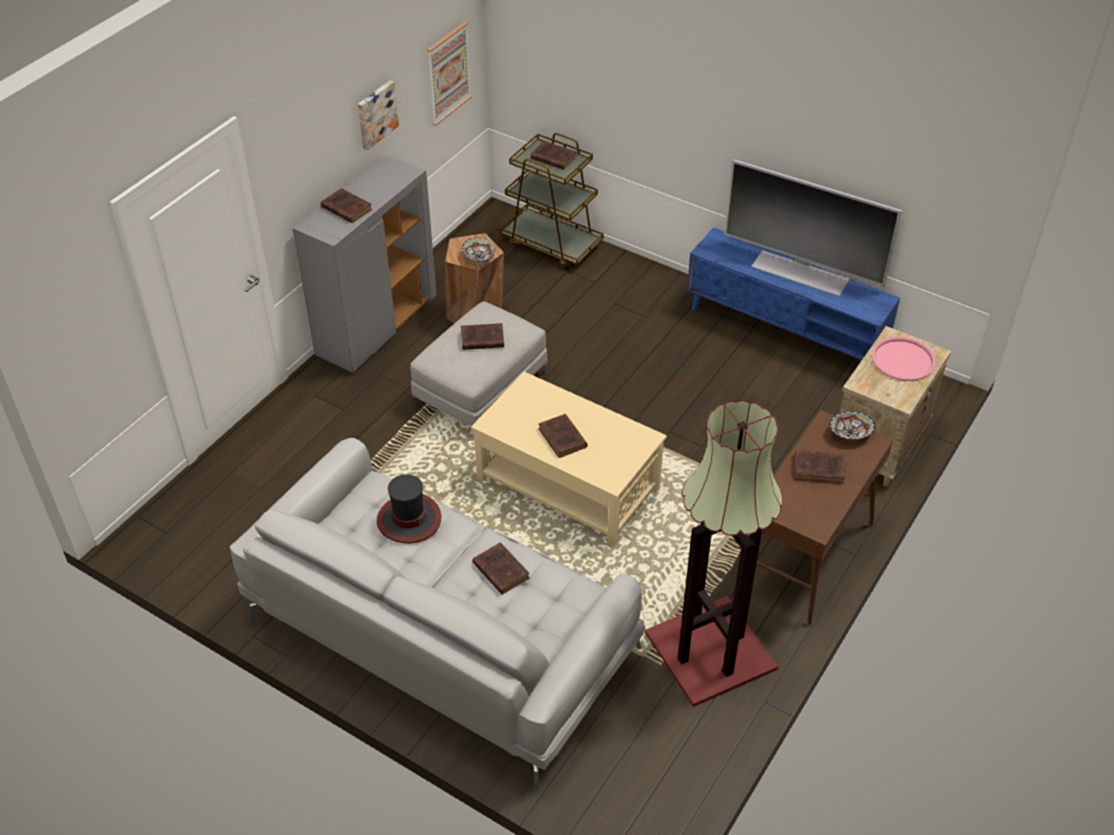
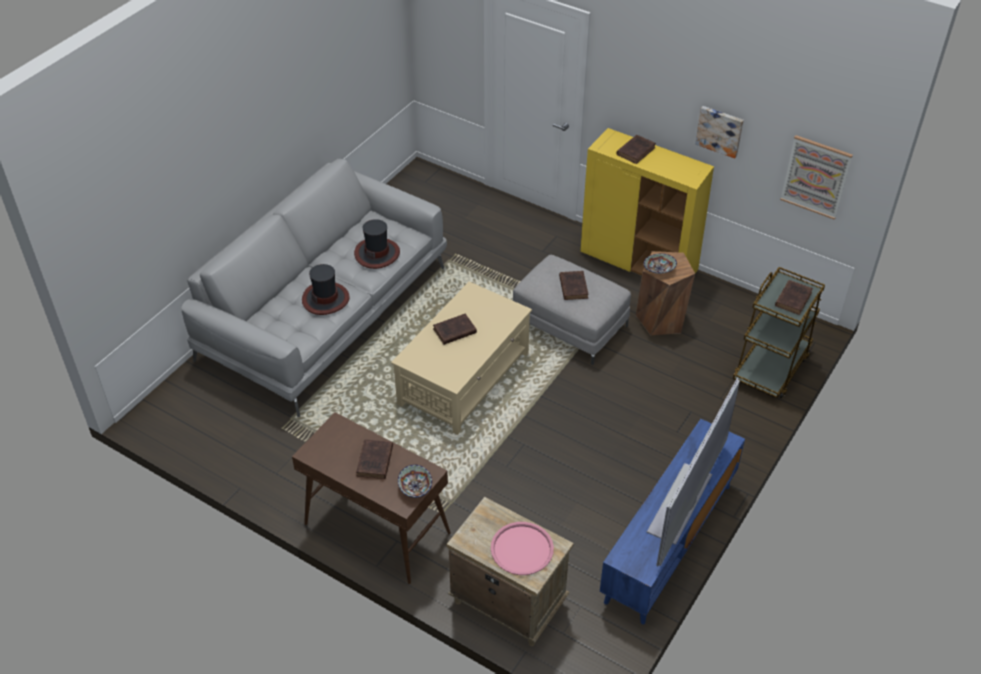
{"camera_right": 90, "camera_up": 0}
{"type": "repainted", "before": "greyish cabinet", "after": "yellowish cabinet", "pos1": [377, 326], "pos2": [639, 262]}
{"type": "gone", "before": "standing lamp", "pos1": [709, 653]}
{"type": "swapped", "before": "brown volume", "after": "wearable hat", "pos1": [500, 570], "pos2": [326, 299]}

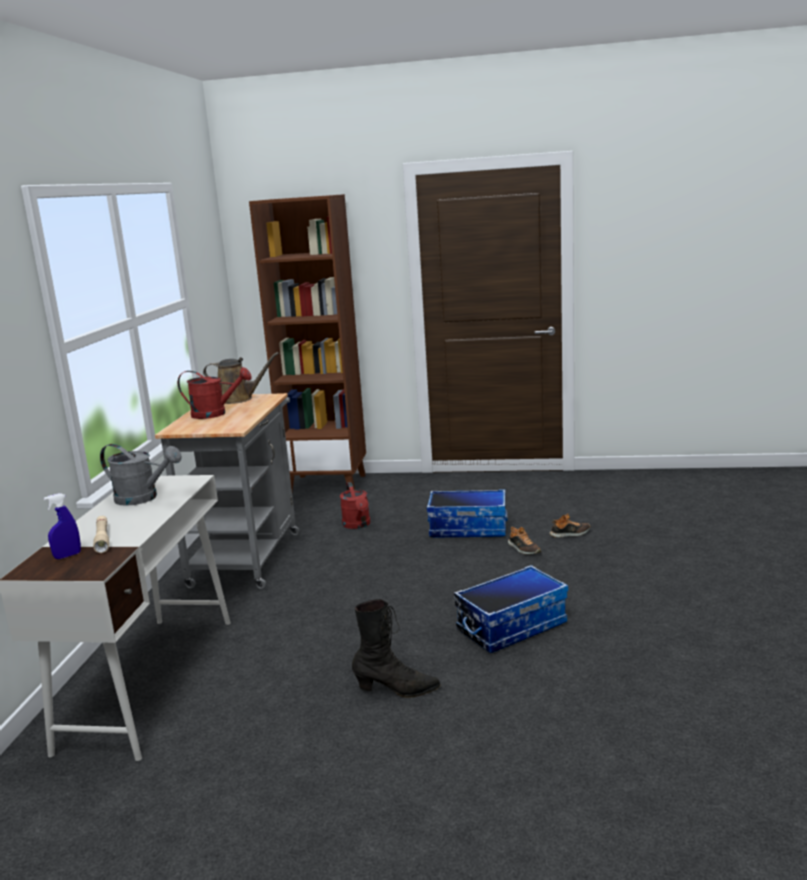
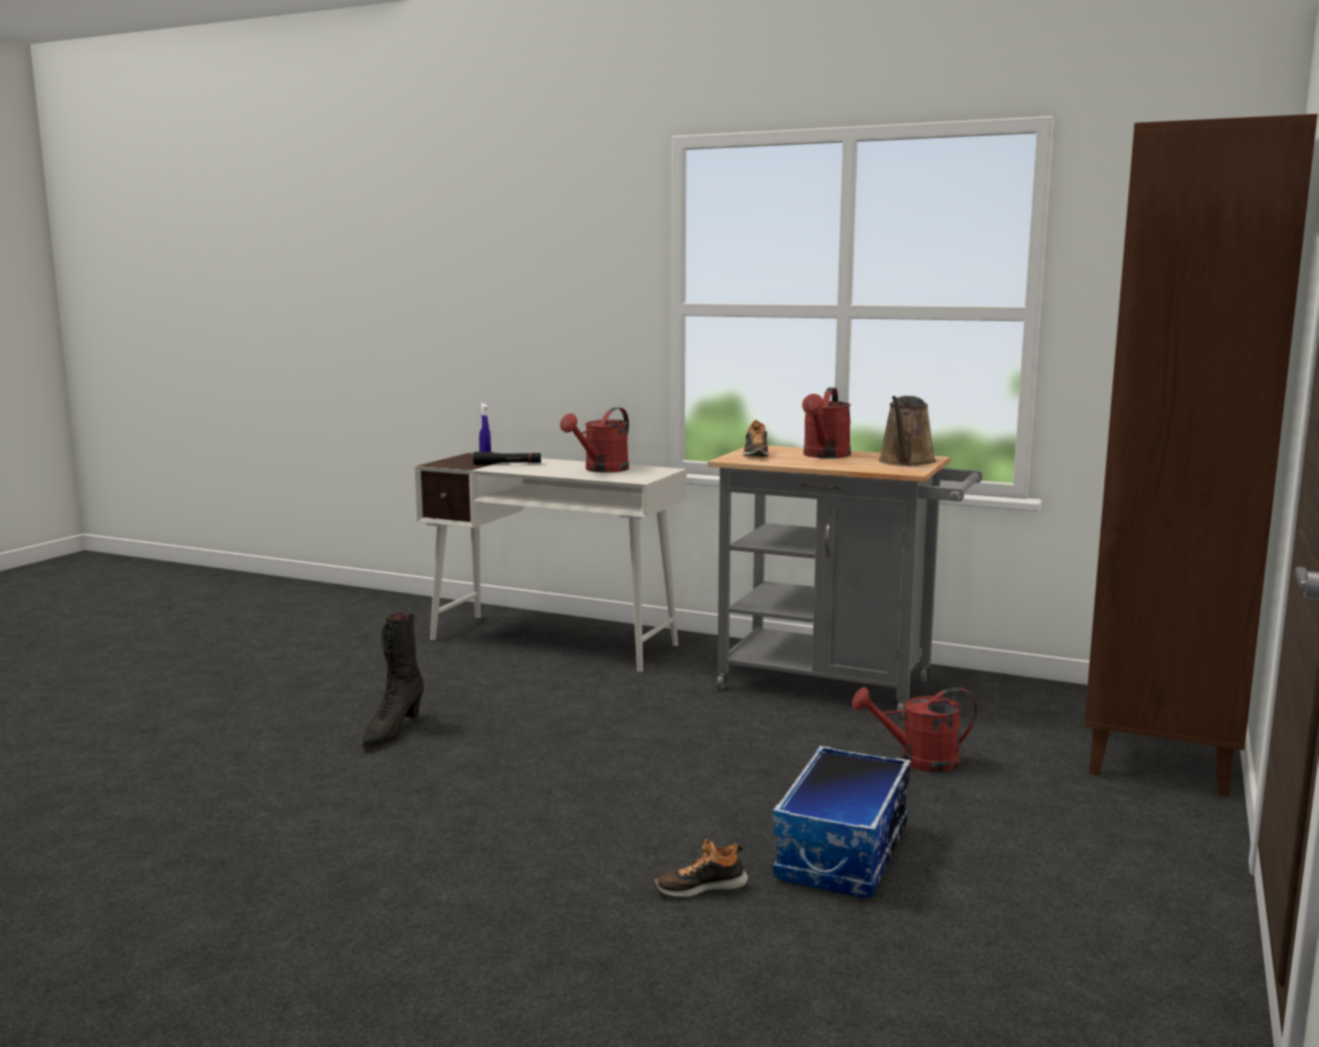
{"camera_right": 105, "camera_up": -5}
{"type": "repainted", "before": "greyish watering can", "after": "reddish watering can", "pos1": [143, 498], "pos2": [601, 470]}
{"type": "shifted", "before": "shoe", "pos1": [570, 534], "pos2": [755, 454]}
{"type": "repainted", "before": "beige hand torch", "after": "black hand torch", "pos1": [102, 539], "pos2": [507, 464]}
{"type": "gone", "before": "storage container", "pos1": [511, 626]}

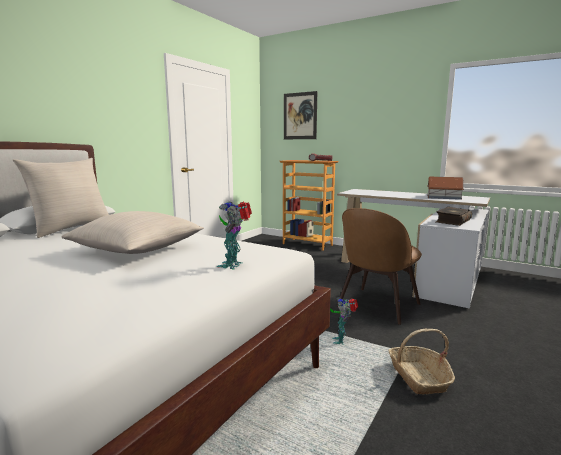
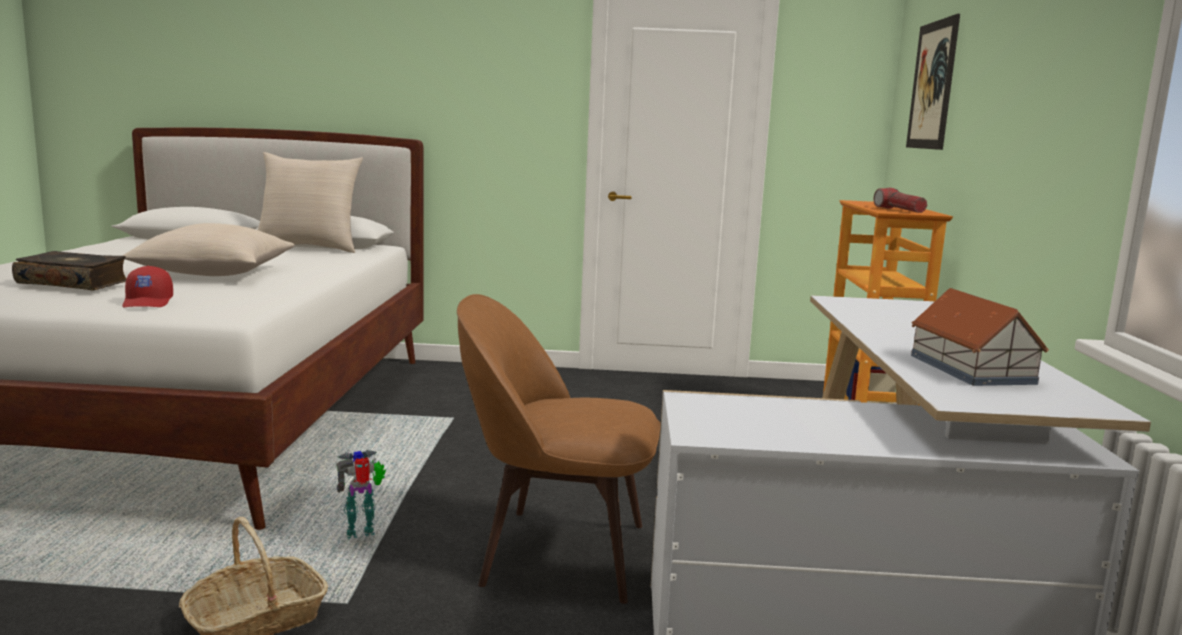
{"camera_right": 60, "camera_up": 0}
{"type": "swapped", "before": "model robot", "after": "reddish baseball cap", "pos1": [233, 265], "pos2": [149, 302]}
{"type": "shifted", "before": "volume", "pos1": [452, 221], "pos2": [74, 283]}

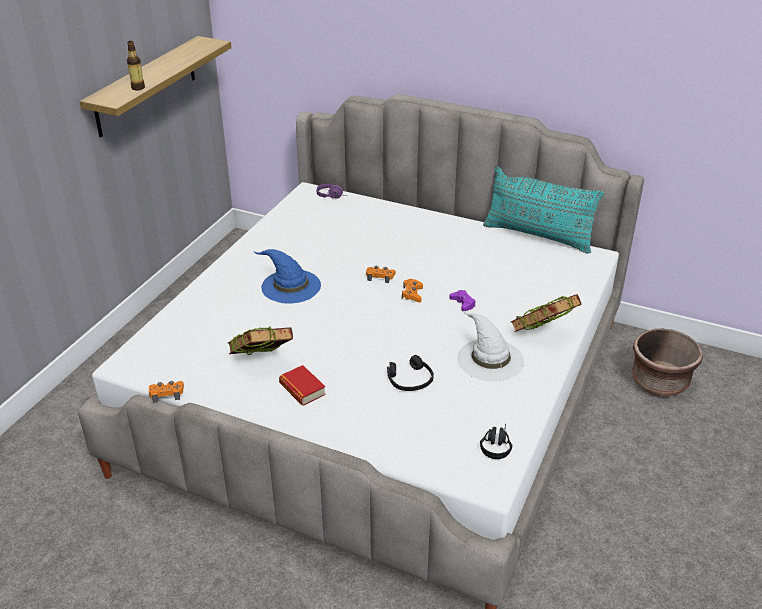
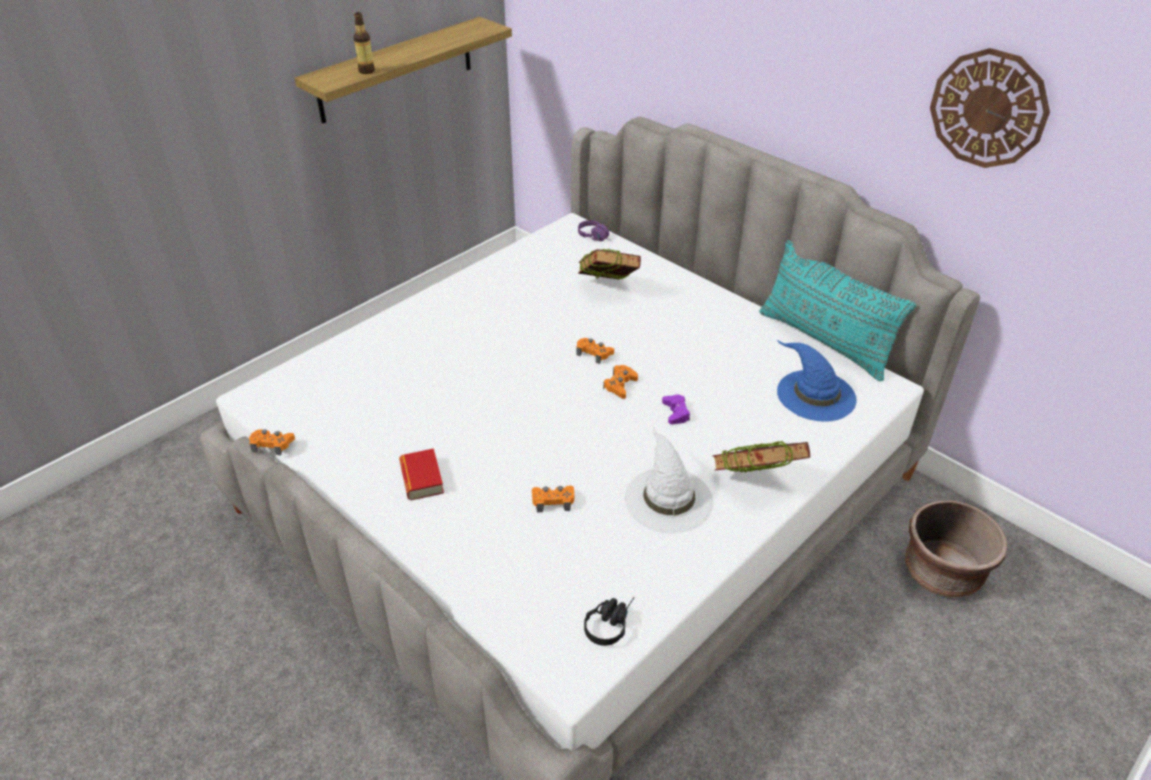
{"camera_right": 20, "camera_up": 5}
{"type": "shifted", "before": "bluish wearable hat", "pos1": [290, 286], "pos2": [814, 394]}
{"type": "shifted", "before": "volume", "pos1": [262, 364], "pos2": [607, 290]}
{"type": "swapped", "before": "black headphones", "after": "orange-coloured game controller", "pos1": [410, 380], "pos2": [553, 501]}
{"type": "new", "after": "clock on the wall", "pos2": [988, 109]}

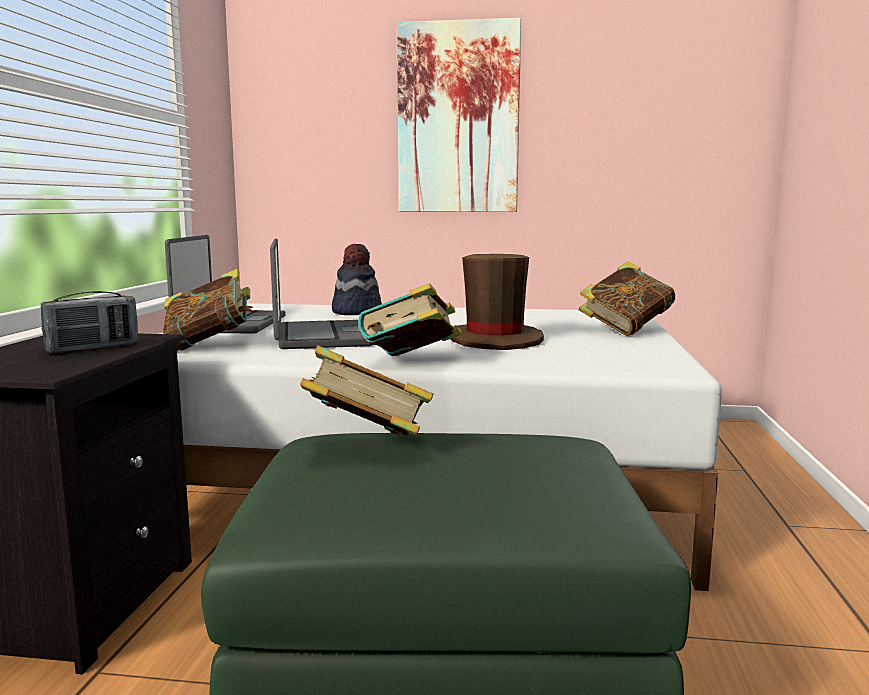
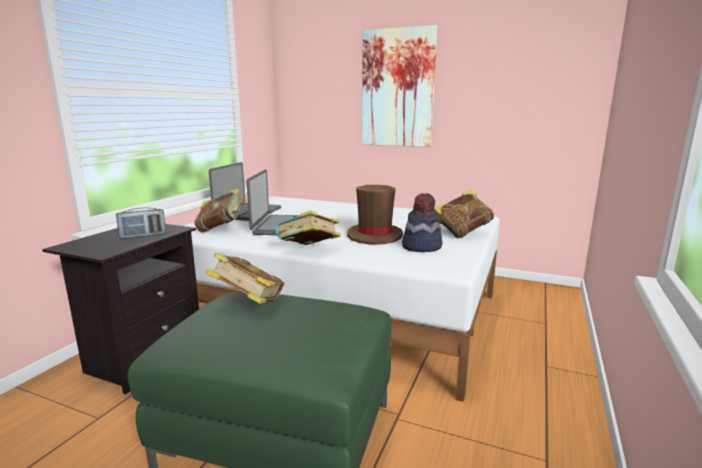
{"camera_right": 15, "camera_up": 5}
{"type": "shifted", "before": "wearable hat", "pos1": [356, 312], "pos2": [421, 246]}

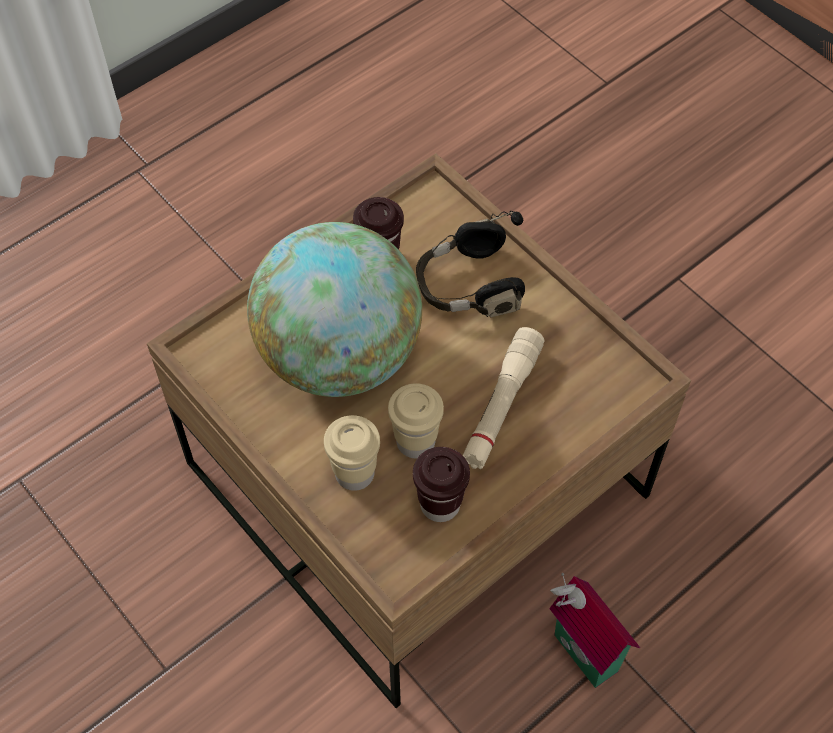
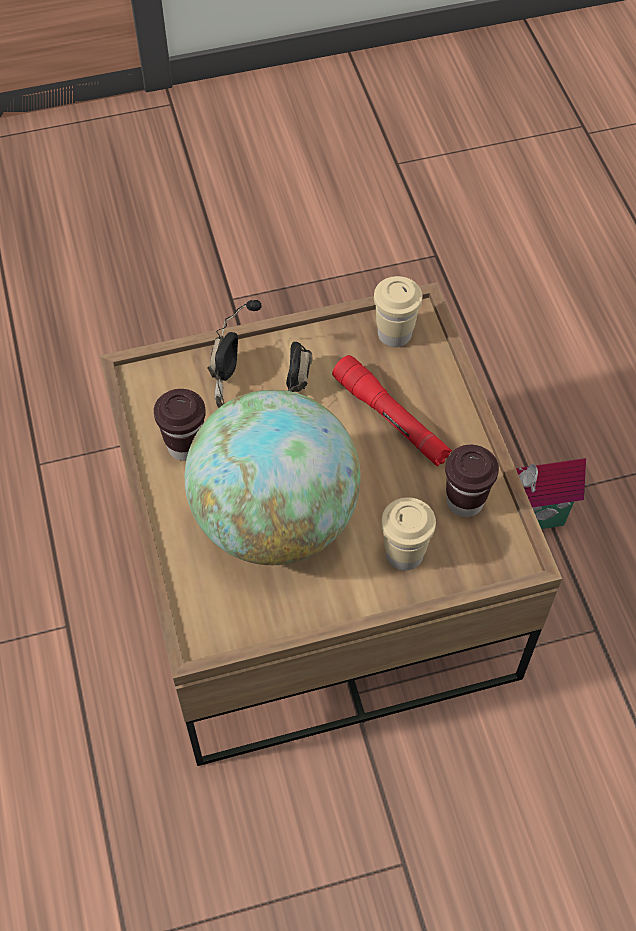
{"camera_right": -65, "camera_up": 0}
{"type": "repainted", "before": "beige hand torch", "after": "reddish hand torch", "pos1": [501, 405], "pos2": [391, 419]}
{"type": "shifted", "before": "beige cup", "pos1": [415, 442], "pos2": [394, 334]}

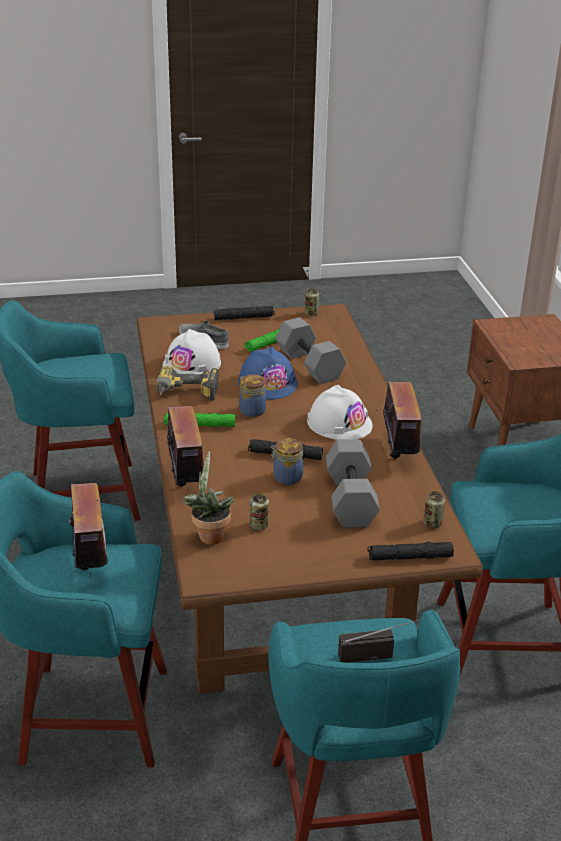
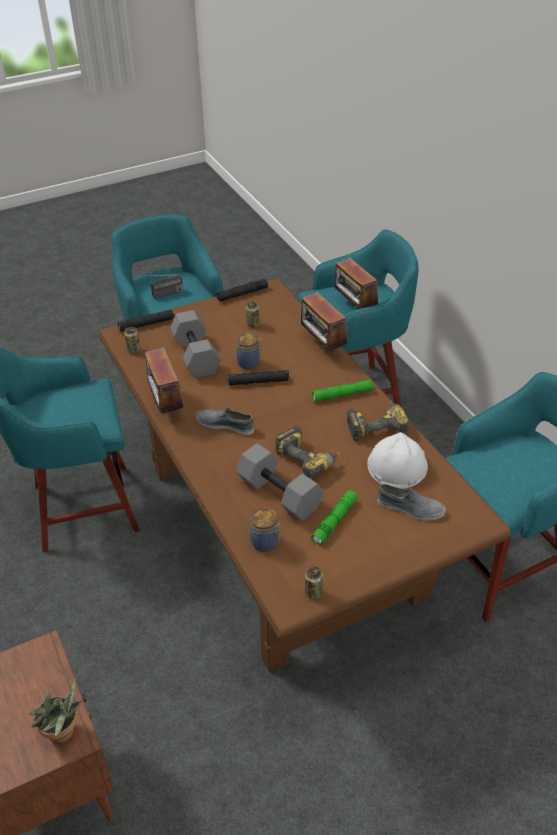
{"camera_right": 165, "camera_up": 10}
{"type": "shifted", "before": "black hand torch", "pos1": [244, 318], "pos2": [242, 294]}
{"type": "swapped", "before": "bluish safety helmet", "after": "electric drill", "pos1": [268, 383], "pos2": [310, 458]}
{"type": "shifted", "before": "storage jar", "pos1": [251, 410], "pos2": [266, 543]}
{"type": "swapped", "before": "white-coloured safety helmet", "after": "greyish shoe", "pos1": [339, 423], "pos2": [225, 424]}
{"type": "shifted", "before": "plant in a pot", "pos1": [209, 535], "pos2": [64, 734]}

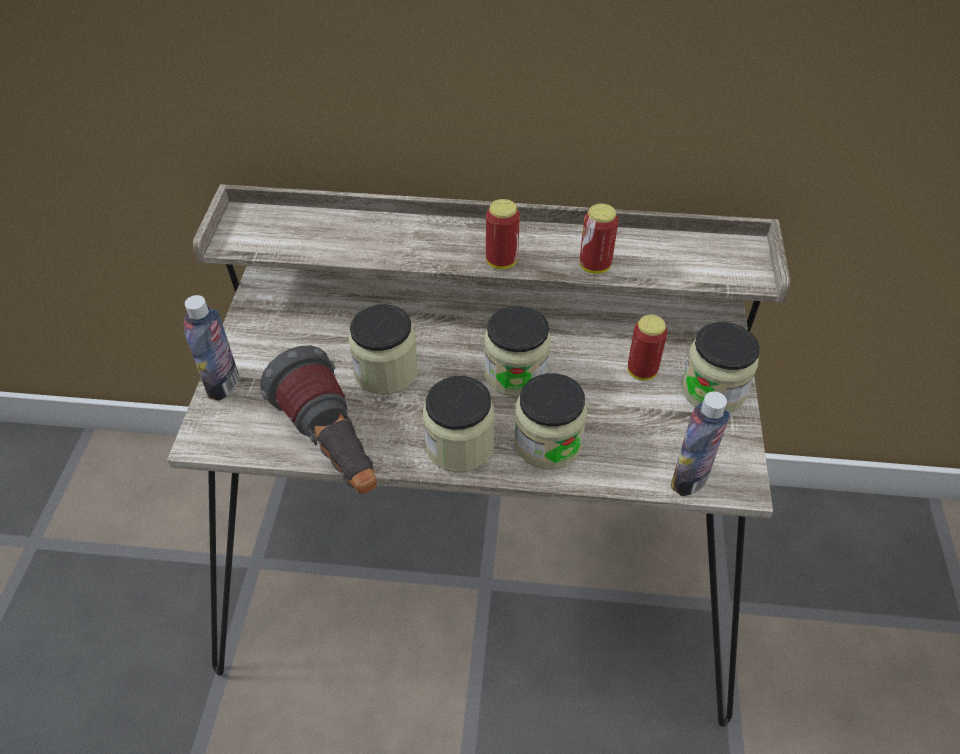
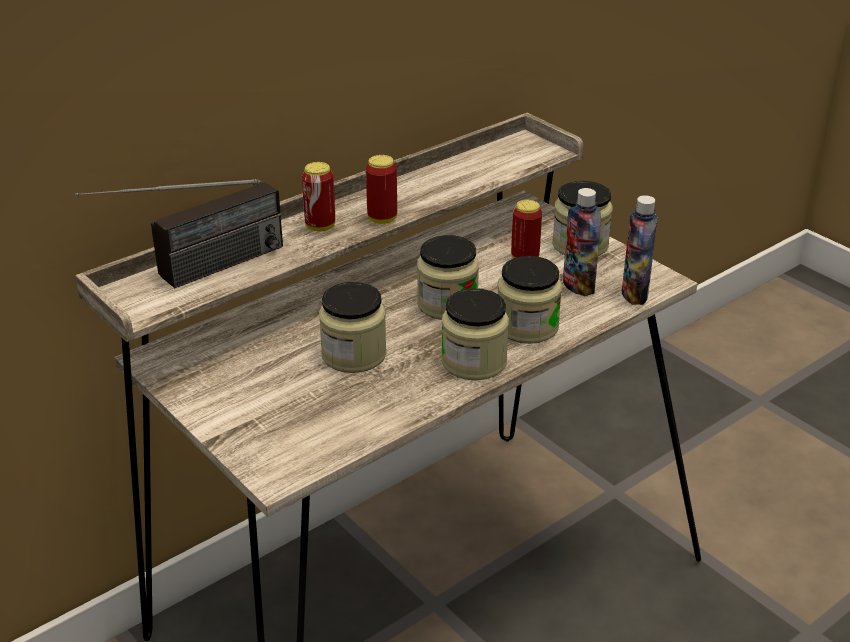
{"camera_right": -45, "camera_up": -15}
{"type": "shifted", "before": "can", "pos1": [594, 266], "pos2": [320, 226]}
{"type": "shifted", "before": "drink bottle", "pos1": [223, 384], "pos2": [578, 286]}
{"type": "gone", "before": "hand torch", "pos1": [333, 449]}
{"type": "new", "after": "radio", "pos2": [193, 274]}

